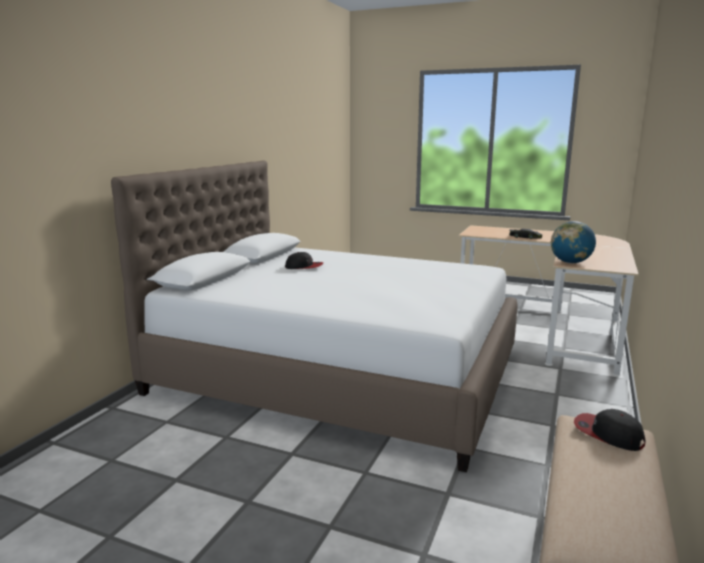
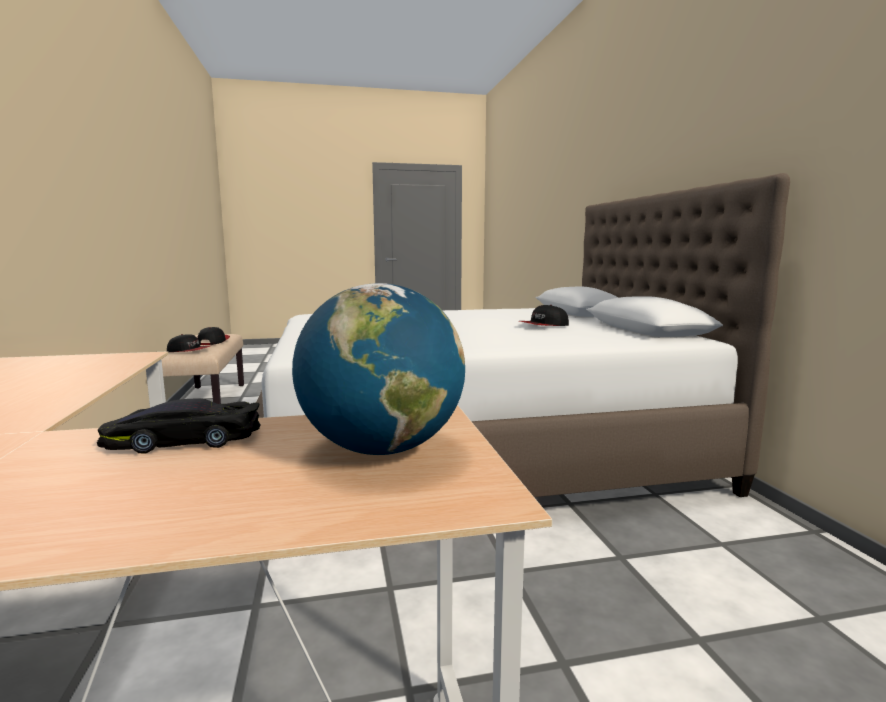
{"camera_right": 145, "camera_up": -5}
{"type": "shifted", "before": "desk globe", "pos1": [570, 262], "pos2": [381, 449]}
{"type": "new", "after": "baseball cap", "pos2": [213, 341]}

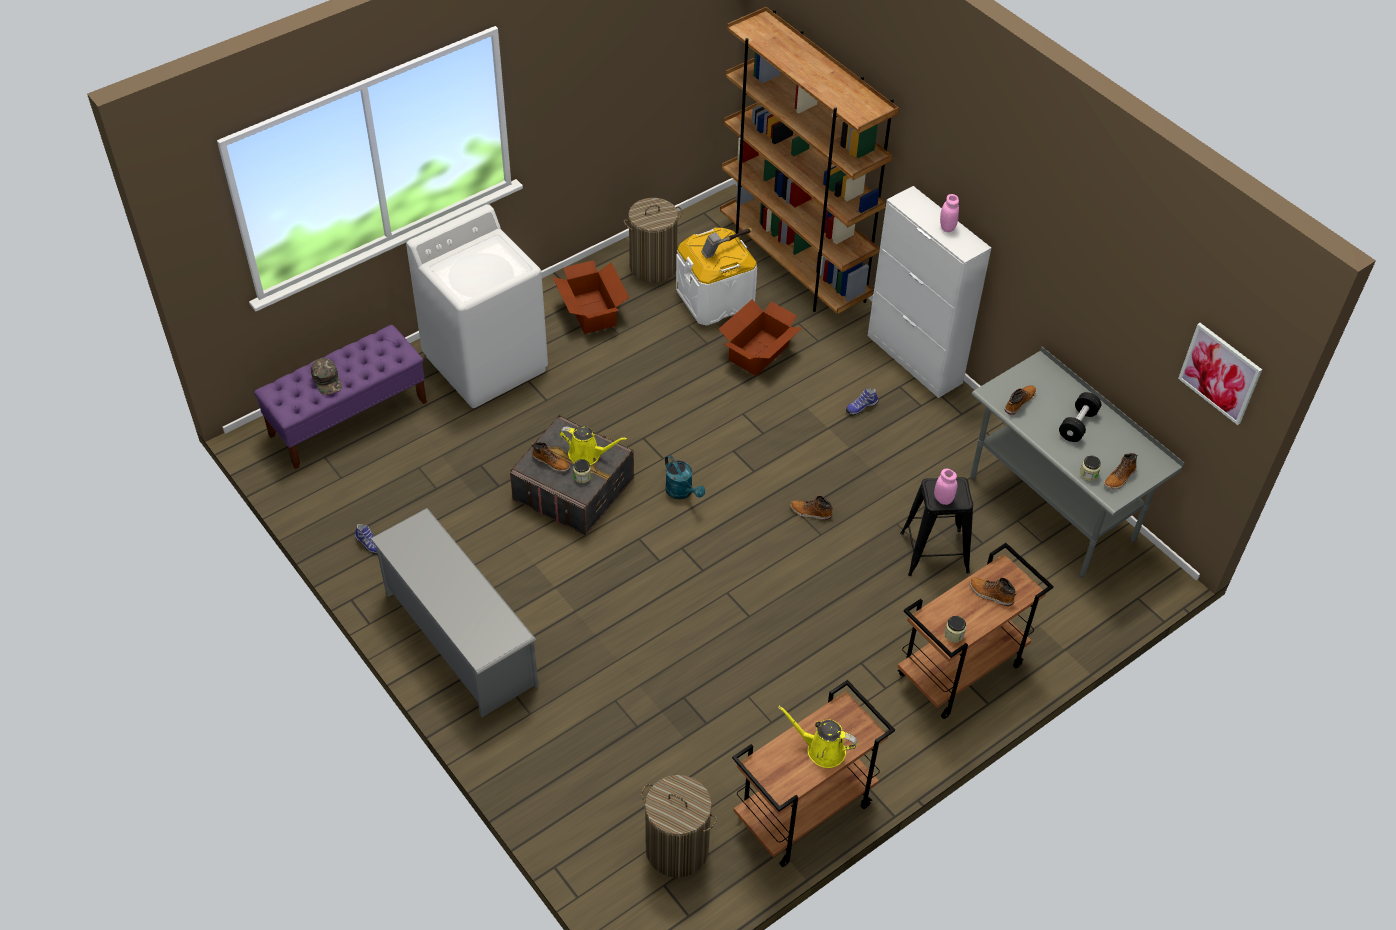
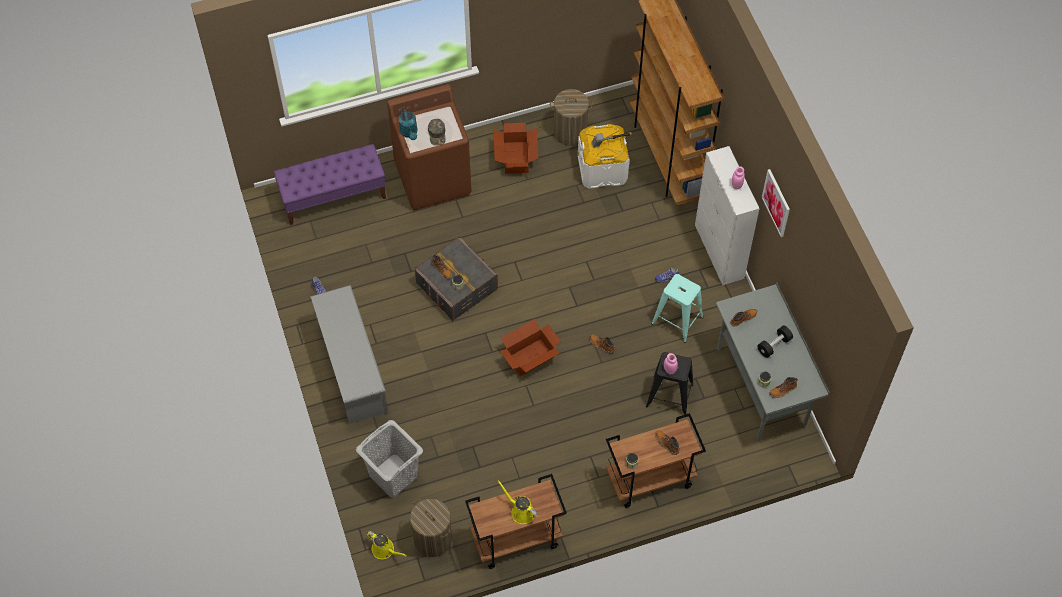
{"camera_right": 20, "camera_up": 10}
{"type": "repainted", "before": "white-coloured laundry appliance", "after": "brown laundry appliance", "pos1": [486, 363], "pos2": [433, 179]}
{"type": "shifted", "before": "carton", "pos1": [758, 352], "pos2": [529, 357]}
{"type": "shifted", "before": "picture", "pos1": [1220, 373], "pos2": [776, 203]}
{"type": "shifted", "before": "green baseball cap", "pos1": [327, 380], "pos2": [437, 134]}
{"type": "shifted", "before": "yellowish watering can", "pos1": [587, 455], "pos2": [384, 550]}
{"type": "shifted", "before": "turquoise-coloured watering can", "pos1": [682, 492], "pos2": [409, 133]}
{"type": "new", "after": "turquoise-coloured sitting stool", "pos2": [677, 320]}
{"type": "new", "after": "greyish hamper", "pos2": [393, 476]}

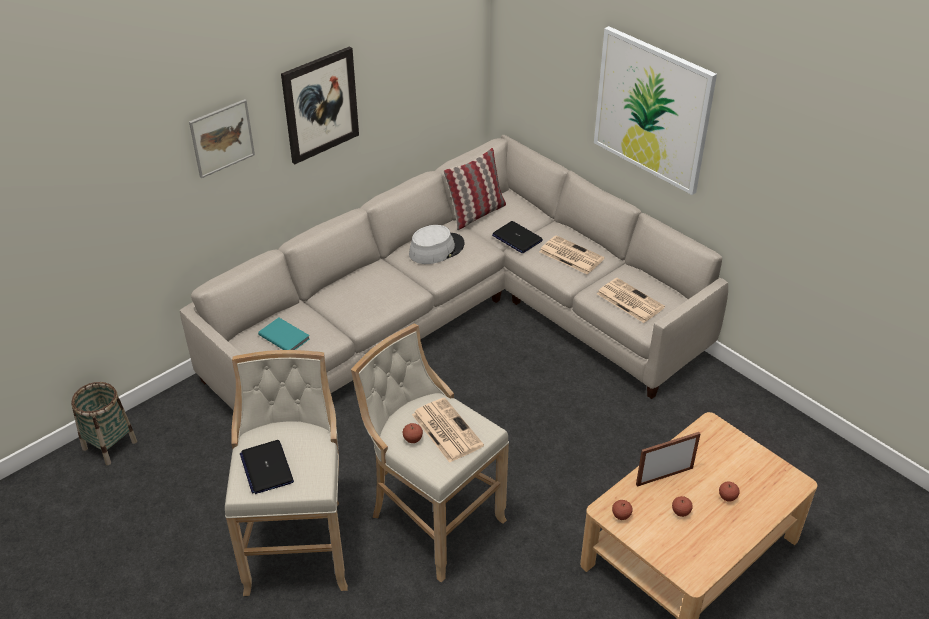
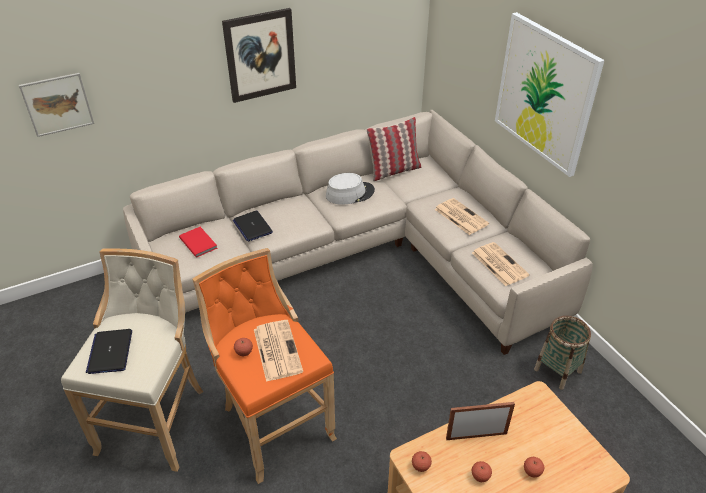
{"camera_right": 15, "camera_up": 0}
{"type": "shifted", "before": "picture", "pos1": [222, 138], "pos2": [57, 104]}
{"type": "shifted", "before": "portable computer", "pos1": [517, 238], "pos2": [252, 226]}
{"type": "repainted", "before": "turquoise-coloured volume", "after": "reddish volume", "pos1": [284, 336], "pos2": [199, 242]}
{"type": "repainted", "before": "beige sitting stool", "after": "orange-coloured sitting stool", "pos1": [432, 519], "pos2": [273, 423]}
{"type": "shifted", "before": "basket", "pos1": [110, 445], "pos2": [558, 370]}

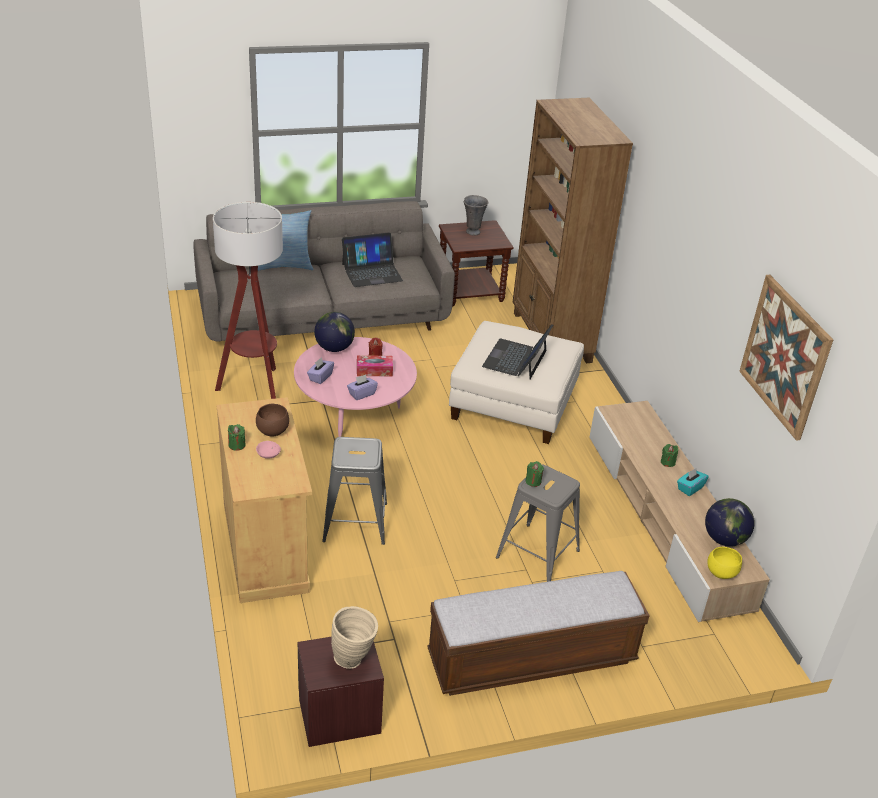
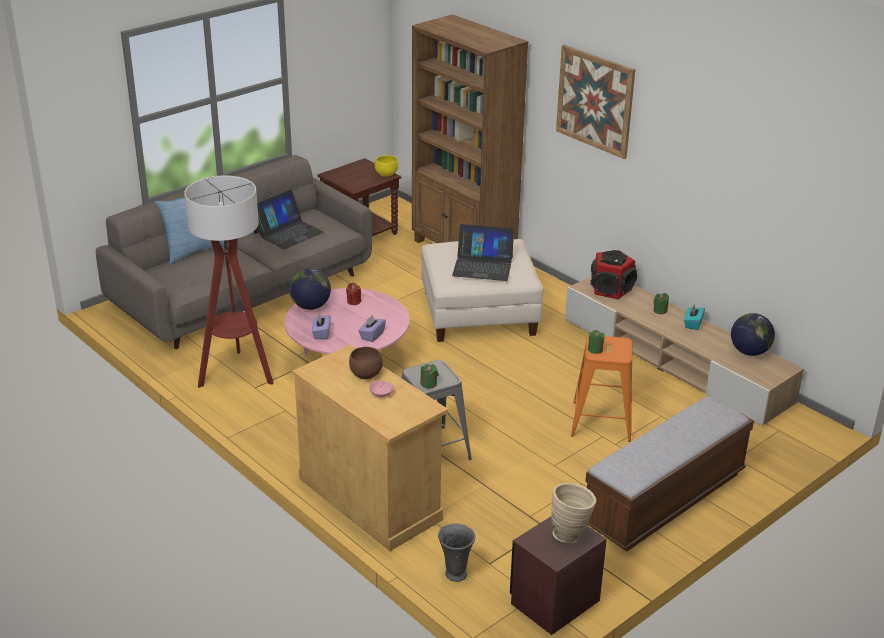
{"camera_right": -25, "camera_up": -5}
{"type": "shifted", "before": "greyish vase", "pos1": [473, 232], "pos2": [455, 574]}
{"type": "shifted", "before": "picture", "pos1": [785, 356], "pos2": [595, 101]}
{"type": "rotated", "before": "portable computer", "pos1": [516, 359], "pos2": [482, 266], "turn": -75}
{"type": "gone", "before": "tissue holder", "pos1": [374, 370]}
{"type": "shifted", "before": "green candle", "pos1": [237, 445], "pos2": [428, 384]}
{"type": "repainted", "before": "greyish sitting stool", "after": "orange-coloured sitting stool", "pos1": [537, 553], "pos2": [601, 421]}
{"type": "shifted", "before": "yellowish serving bowl", "pos1": [721, 572], "pos2": [386, 174]}
{"type": "new", "after": "audio speaker", "pos2": [611, 289]}

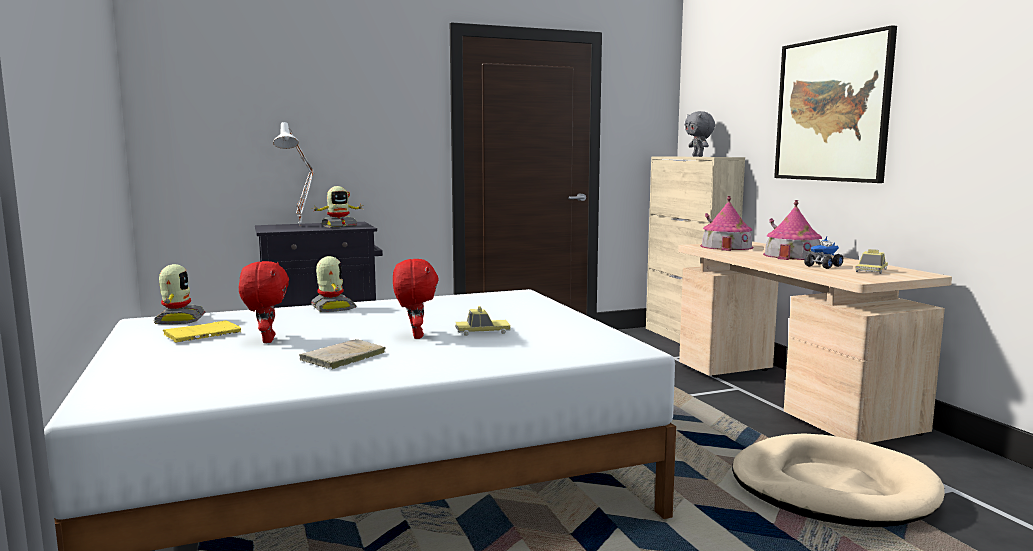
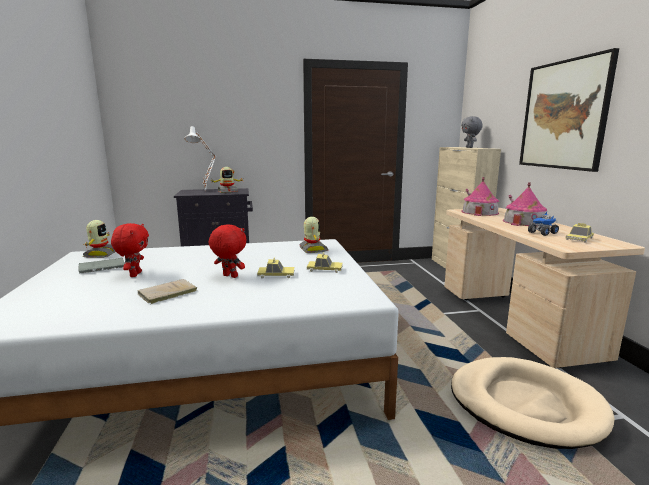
{"camera_right": 10, "camera_up": 5}
{"type": "shifted", "before": "model robot", "pos1": [332, 308], "pos2": [312, 249]}
{"type": "rotated", "before": "reddish plush toy", "pos1": [415, 336], "pos2": [229, 276], "turn": -60}
{"type": "repainted", "before": "yellowish volume", "after": "greyish volume", "pos1": [205, 334], "pos2": [103, 267]}
{"type": "new", "after": "model car", "pos2": [324, 269]}

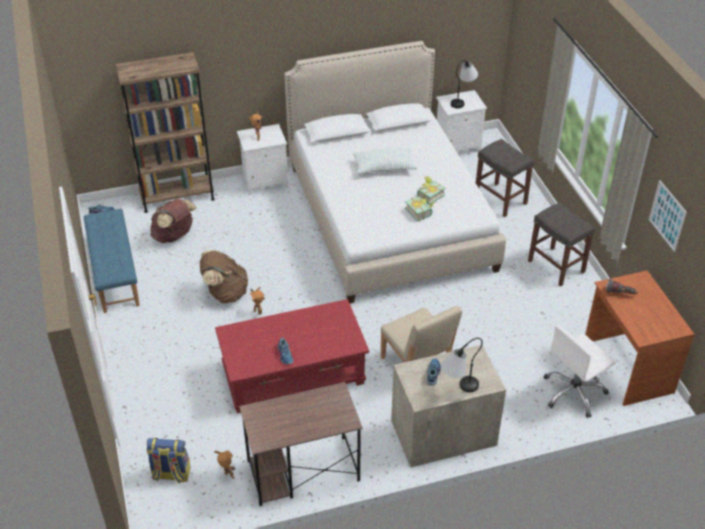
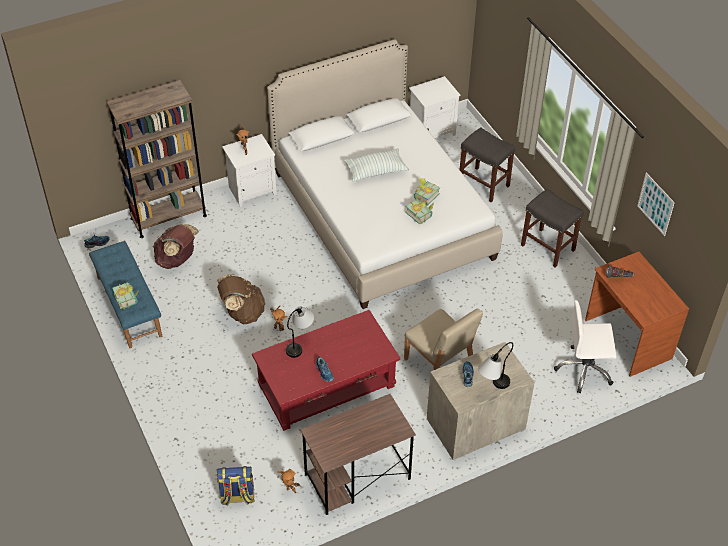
{"camera_right": -10, "camera_up": 5}
{"type": "shifted", "before": "lamp for a table", "pos1": [463, 100], "pos2": [300, 343]}
{"type": "rotated", "before": "white-coloured computer chair", "pos1": [573, 392], "pos2": [584, 370], "turn": 45}
{"type": "new", "after": "volume", "pos2": [128, 298]}

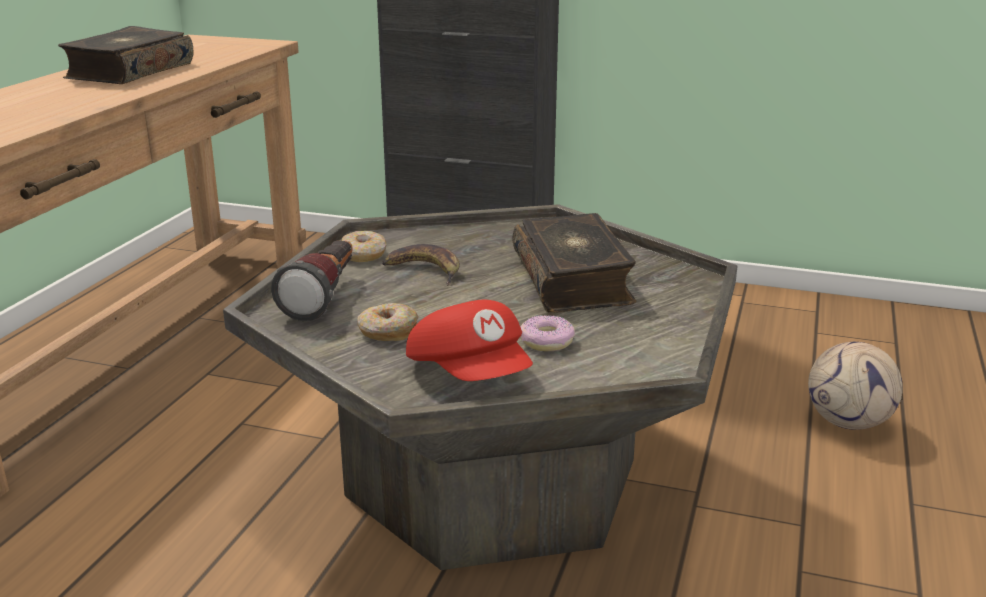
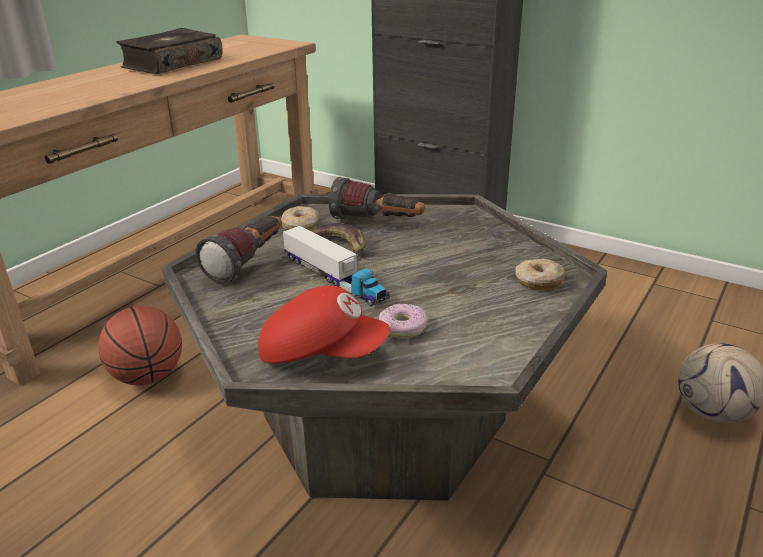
{"camera_right": 15, "camera_up": 5}
{"type": "gone", "before": "volume", "pos1": [573, 280]}
{"type": "rotated", "before": "reddish baseball cap", "pos1": [471, 375], "pos2": [322, 353], "turn": -60}
{"type": "shifted", "before": "donut", "pos1": [387, 332], "pos2": [538, 282]}
{"type": "new", "after": "hand torch", "pos2": [377, 223]}
{"type": "new", "after": "model truck", "pos2": [334, 278]}
{"type": "new", "after": "basketball", "pos2": [147, 377]}

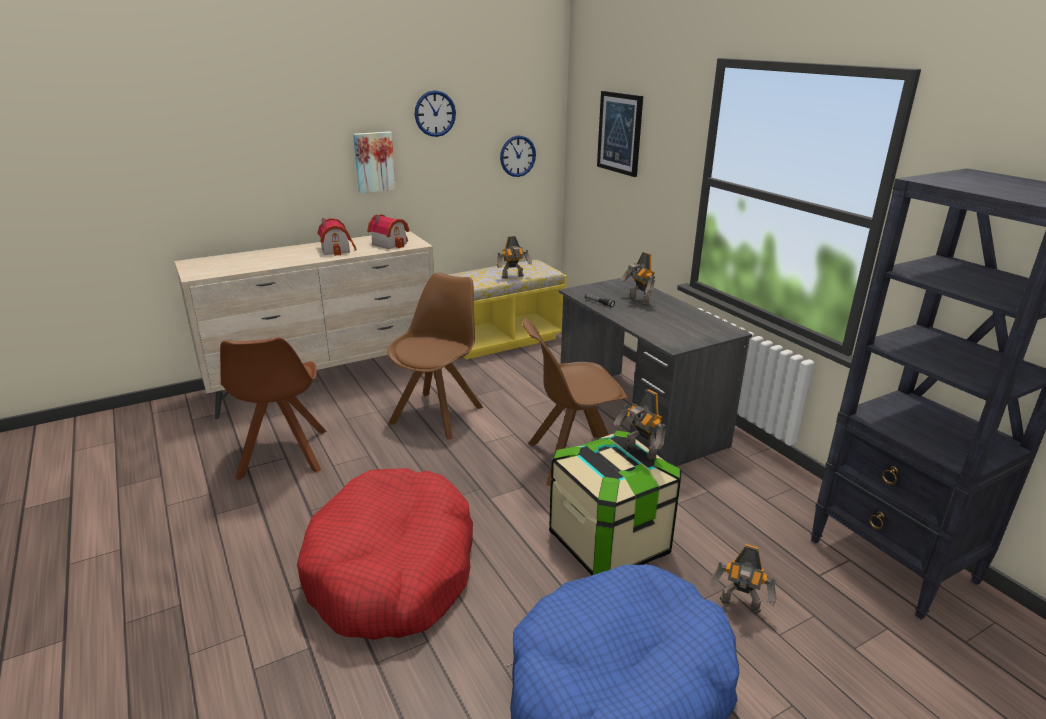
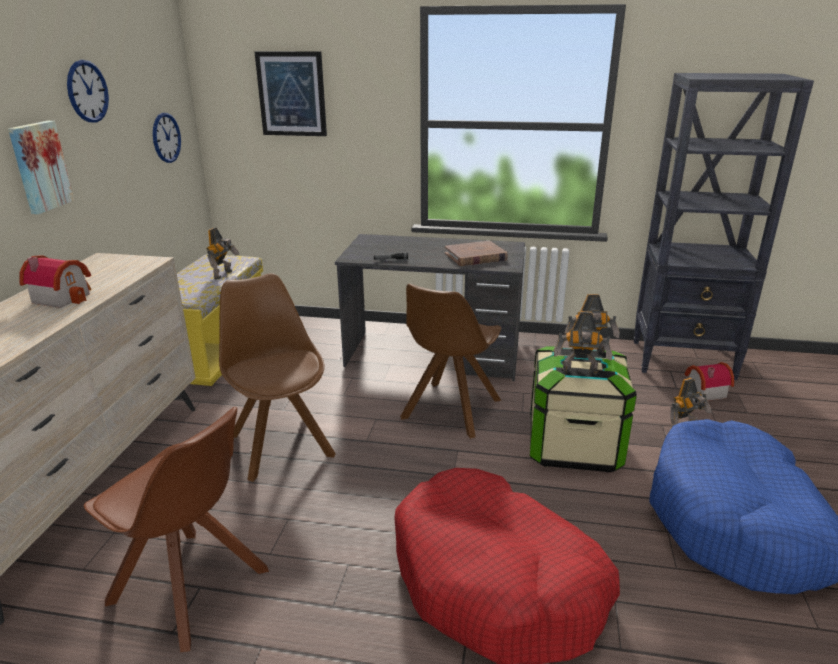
{"camera_right": -50, "camera_up": 0}
{"type": "shifted", "before": "miniature house", "pos1": [390, 243], "pos2": [703, 391]}
{"type": "shifted", "before": "model robot", "pos1": [637, 301], "pos2": [580, 372]}
{"type": "new", "after": "brown volume", "pos2": [475, 257]}

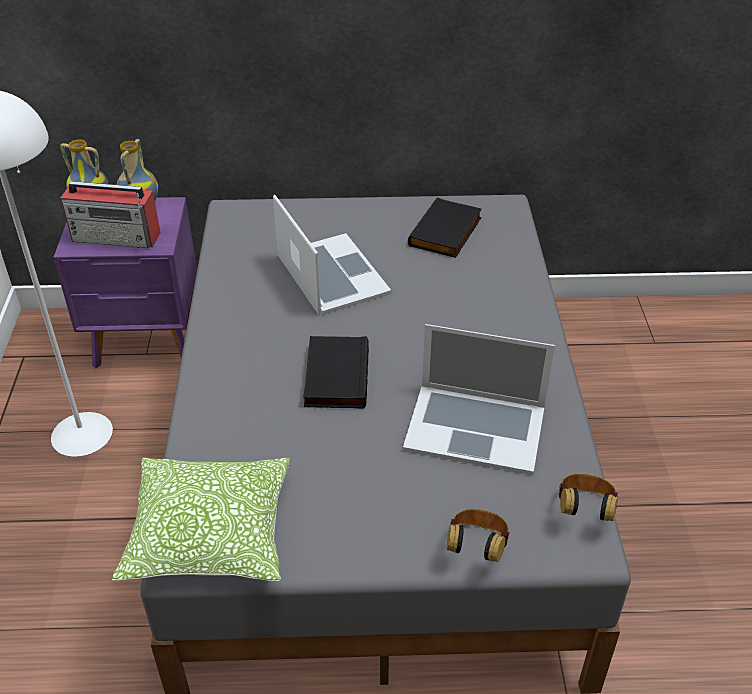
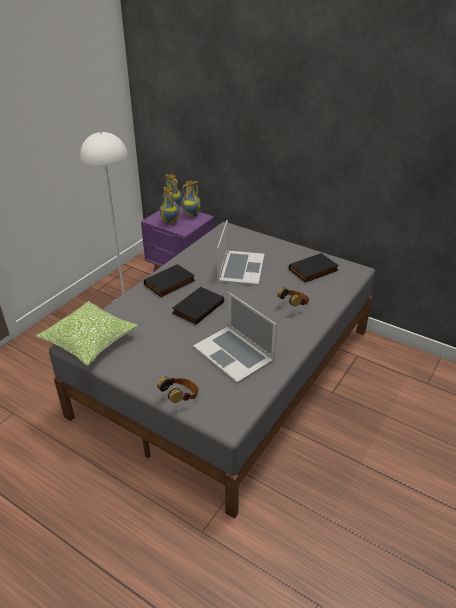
{"camera_right": 35, "camera_up": -5}
{"type": "swapped", "before": "radio", "after": "vase", "pos1": [117, 237], "pos2": [171, 222]}
{"type": "shifted", "before": "headphones", "pos1": [584, 510], "pos2": [294, 306]}
{"type": "new", "after": "black volume", "pos2": [170, 283]}

